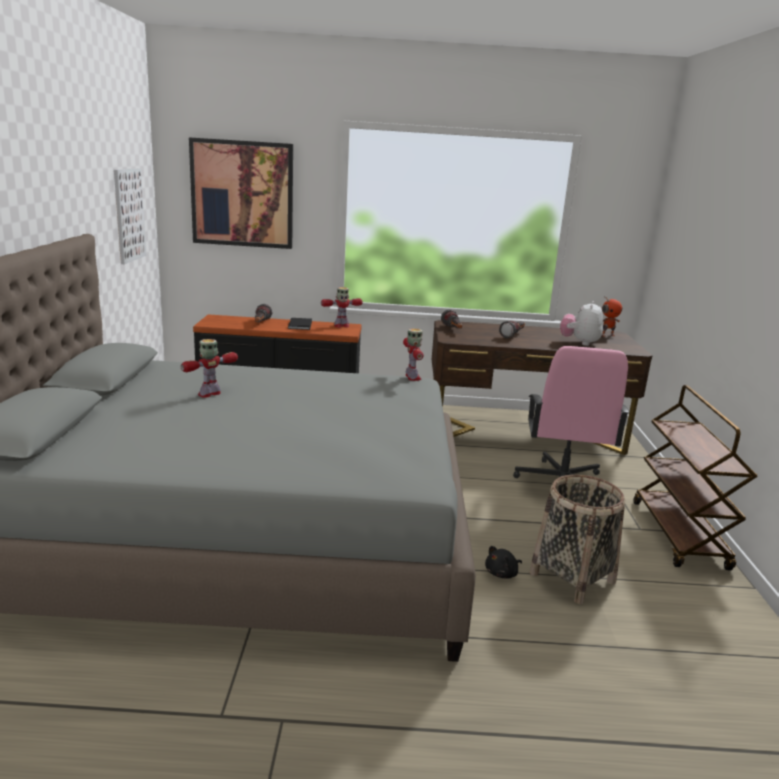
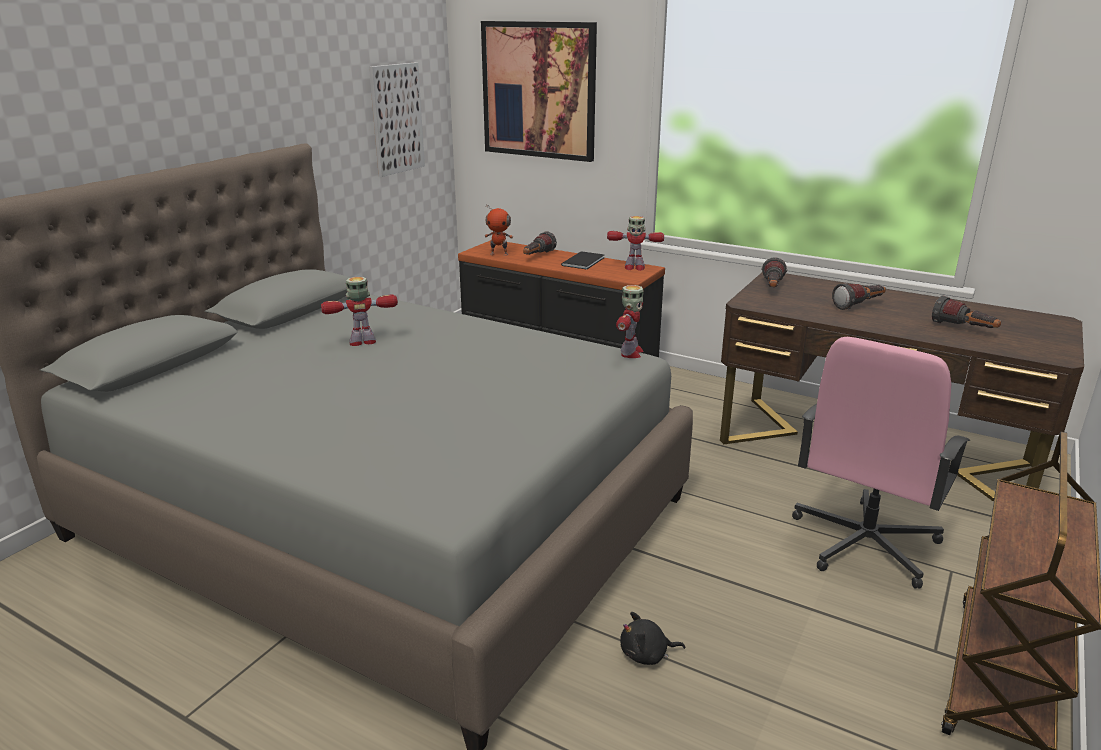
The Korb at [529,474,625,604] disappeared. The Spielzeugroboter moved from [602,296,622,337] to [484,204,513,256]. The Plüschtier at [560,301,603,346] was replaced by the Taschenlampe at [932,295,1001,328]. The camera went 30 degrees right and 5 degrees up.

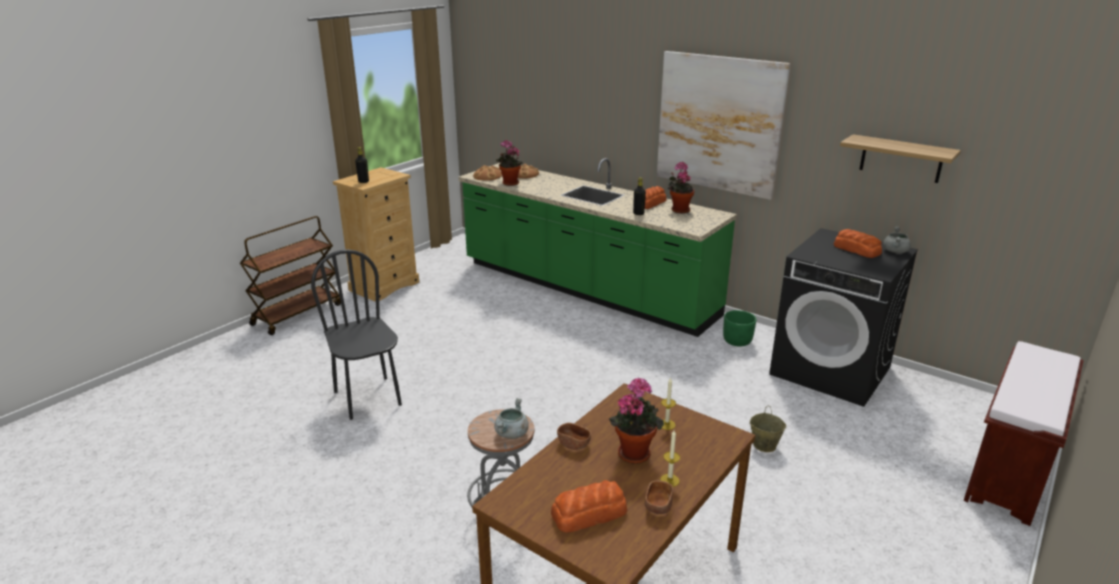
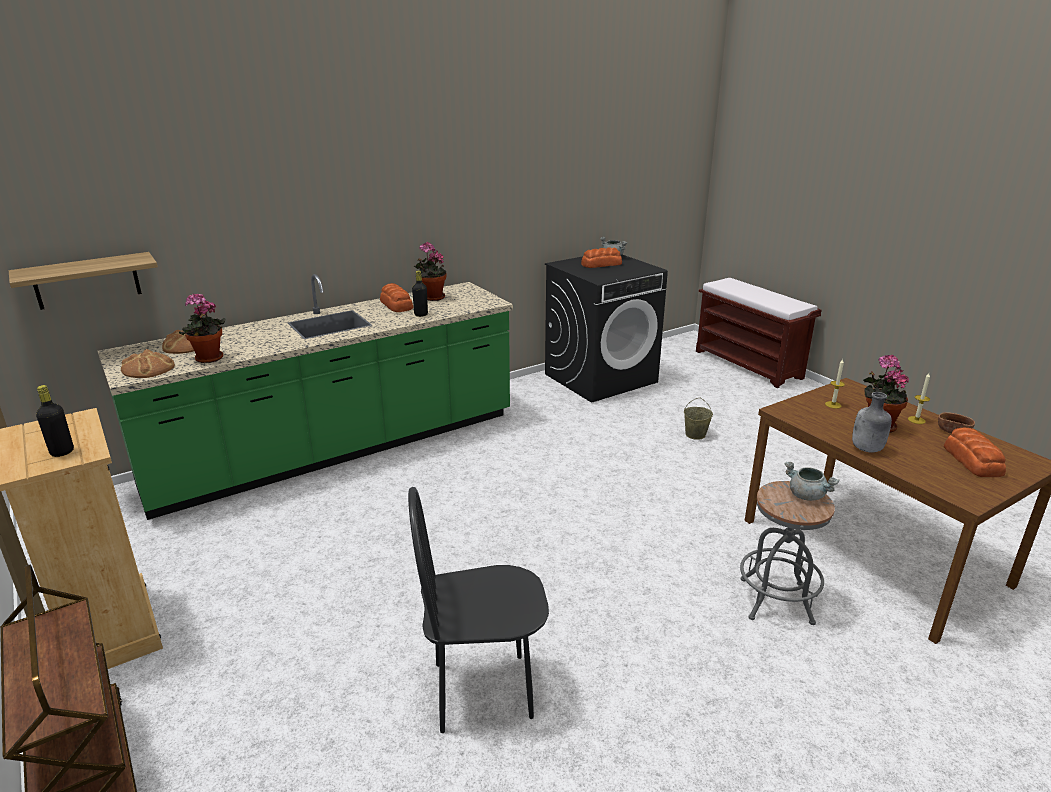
The Bild at [657,51,790,200] disappeared. The Pflanzkübel/grün at [723,310,756,347] disappeared. The Wandregal moved from [840,134,961,183] to [9,252,158,310]. The Schüssel/braun at [557,423,591,450] was replaced by the Flasche/grau at [852,392,892,452]. The camera went 70 degrees left and 0 degrees up.

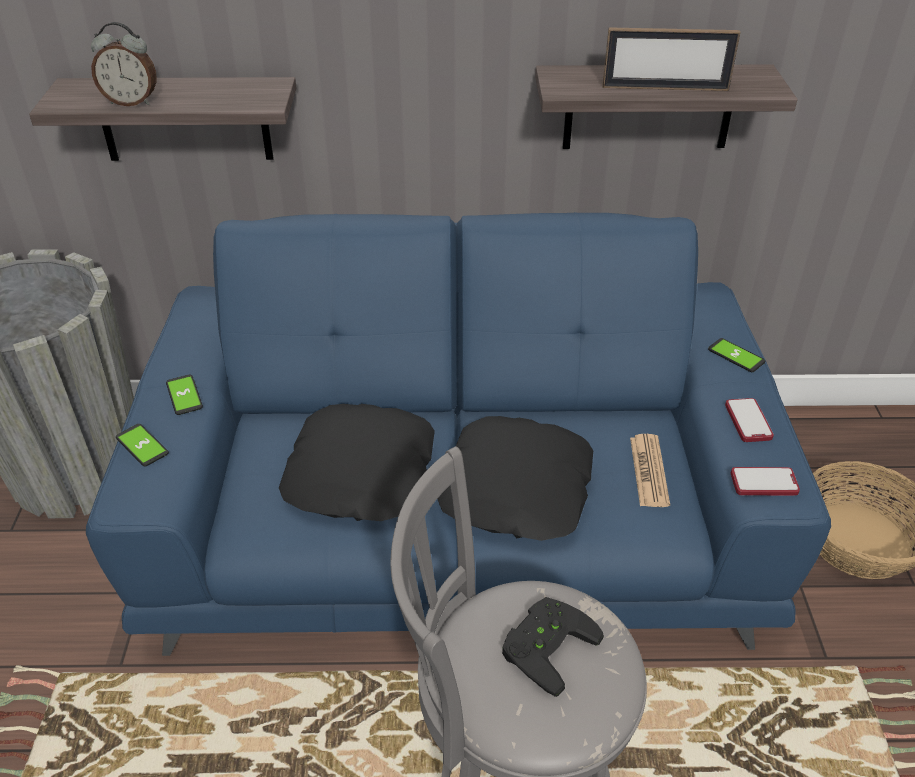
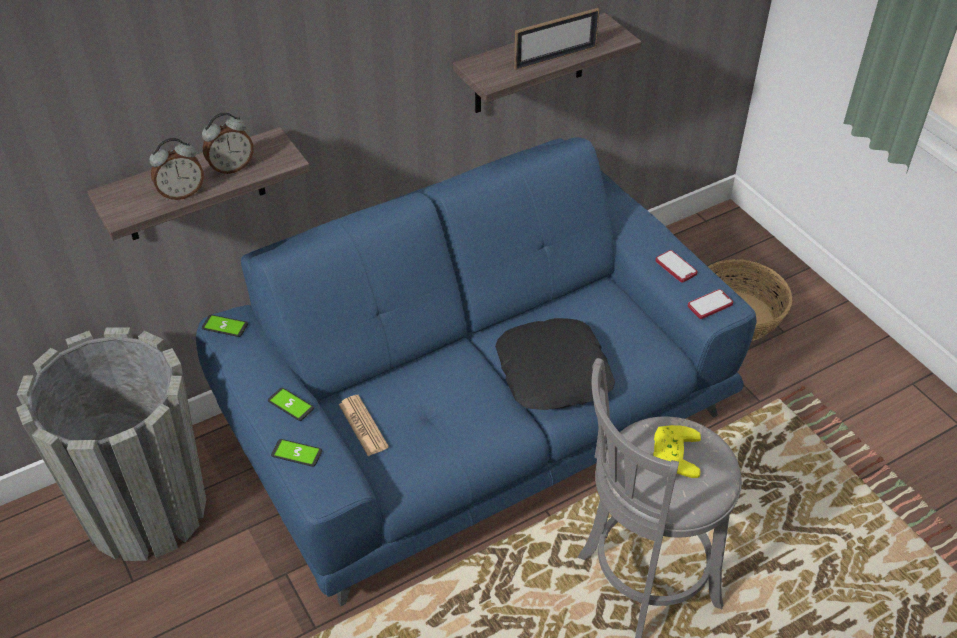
The Kissen/schwarz at [279,404,435,521] disappeared. The Wecker at [202,112,254,175] appeared. The Zeitung moved from [630,434,670,507] to [339,395,389,456]. The Handy moved from [708,338,766,372] to [202,315,248,337]. The Gamepad/schwarz at [502,597,604,697] became the Gamepad/gelb at [653,425,701,478]. The camera went 30 degrees left and 5 degrees up.

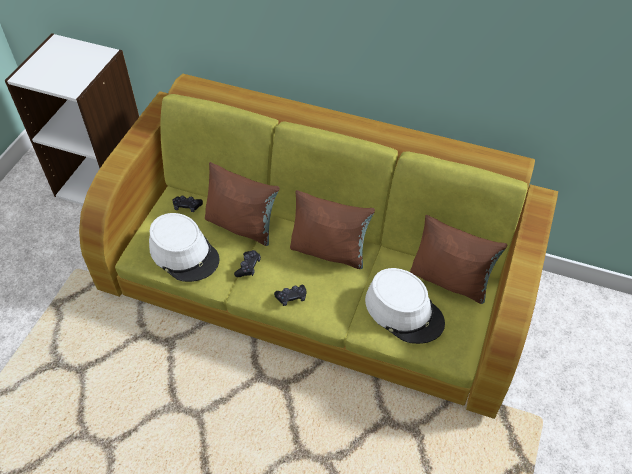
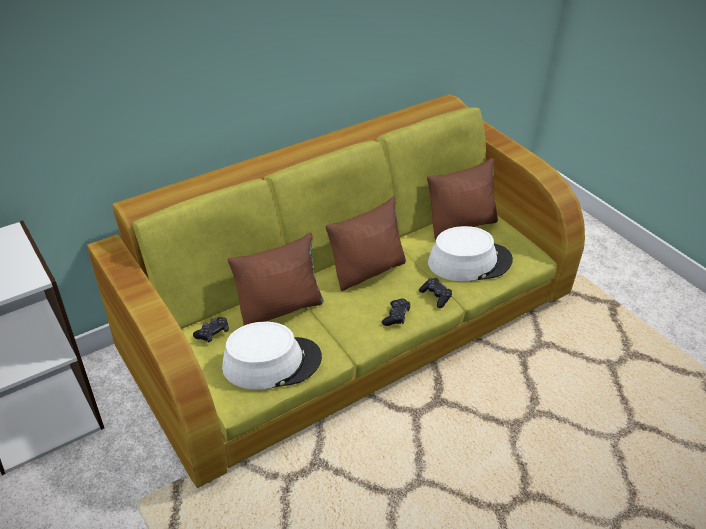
The Gamepad/schwarz moved from [234,250,261,277] to [419,278,452,308]. The camera went 55 degrees left and 10 degrees down.

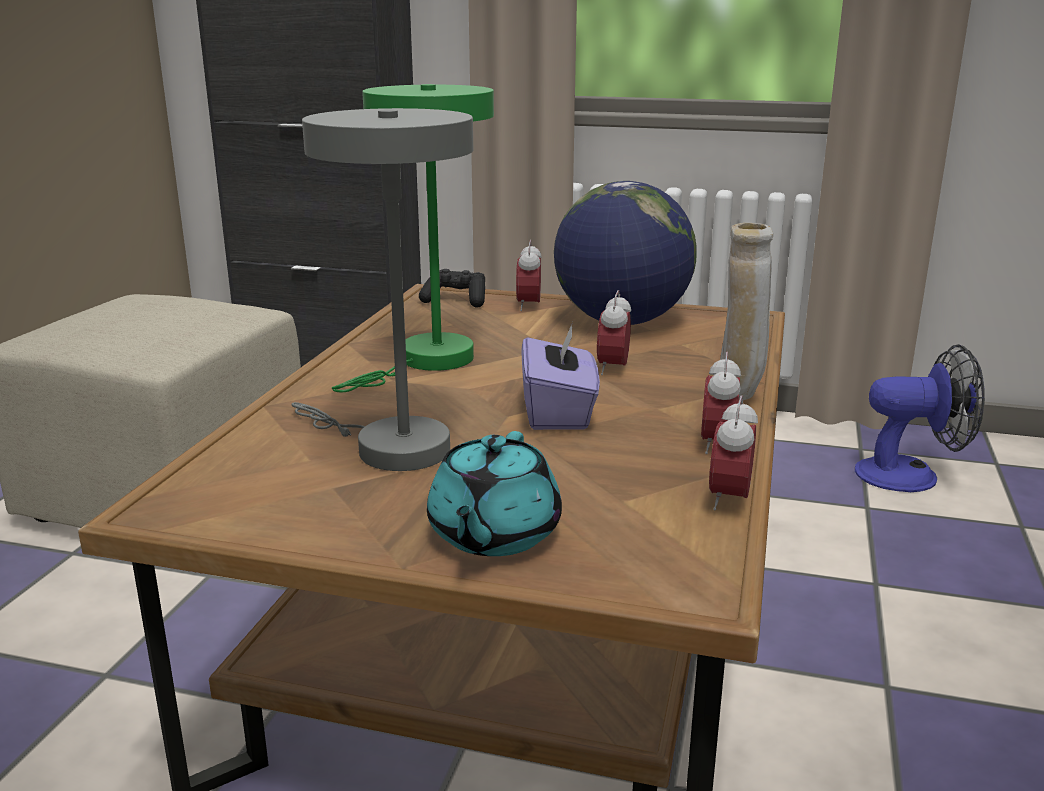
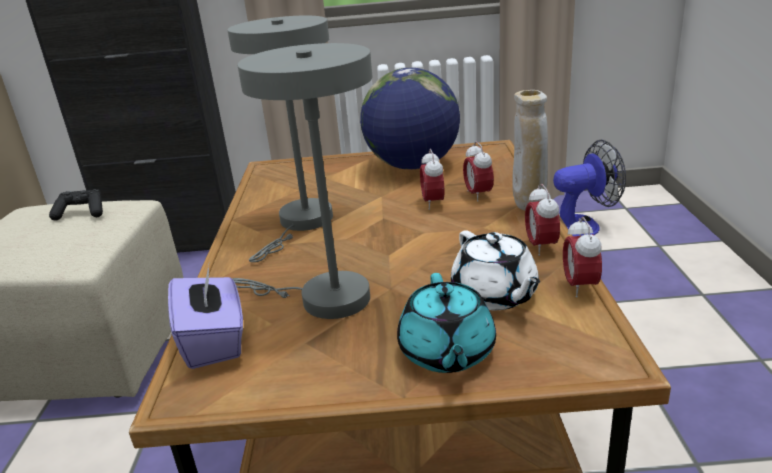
The Teekanne/weiß at [451,230,540,310] appeared. The Gamepad/schwarz moved from [419,269,485,308] to [49,189,103,221]. The Wecker moved from [516,240,542,311] to [463,141,494,202]. The Taschentuchbox/lila moved from [522,322,600,430] to [168,265,243,369]. The Tischlampe/grün at [332,84,494,392] became the Tischlampe/grau at [227,16,333,262]. The camera went 15 degrees left and 5 degrees up.

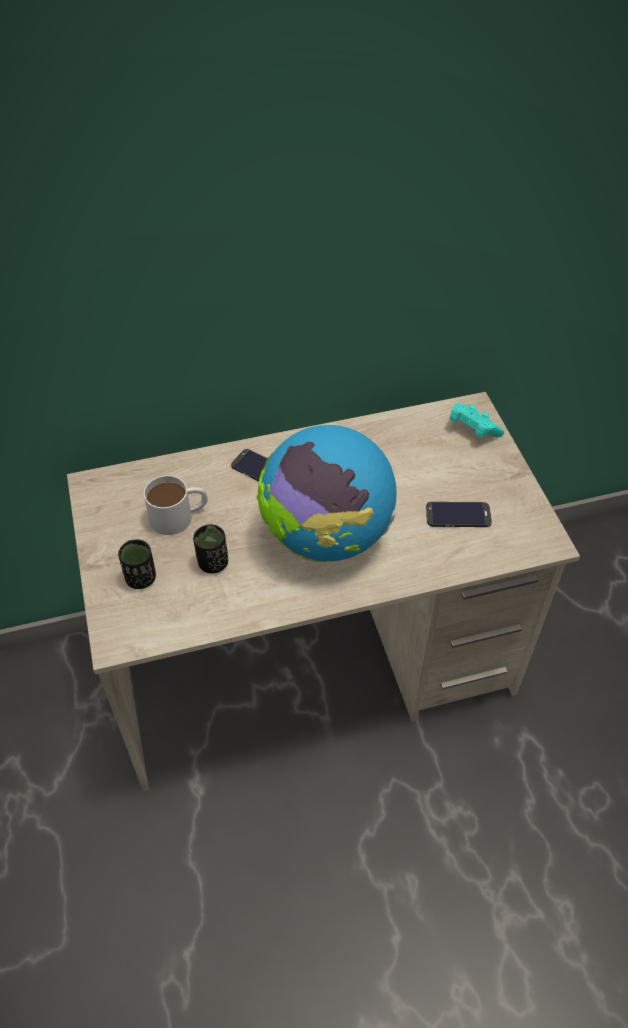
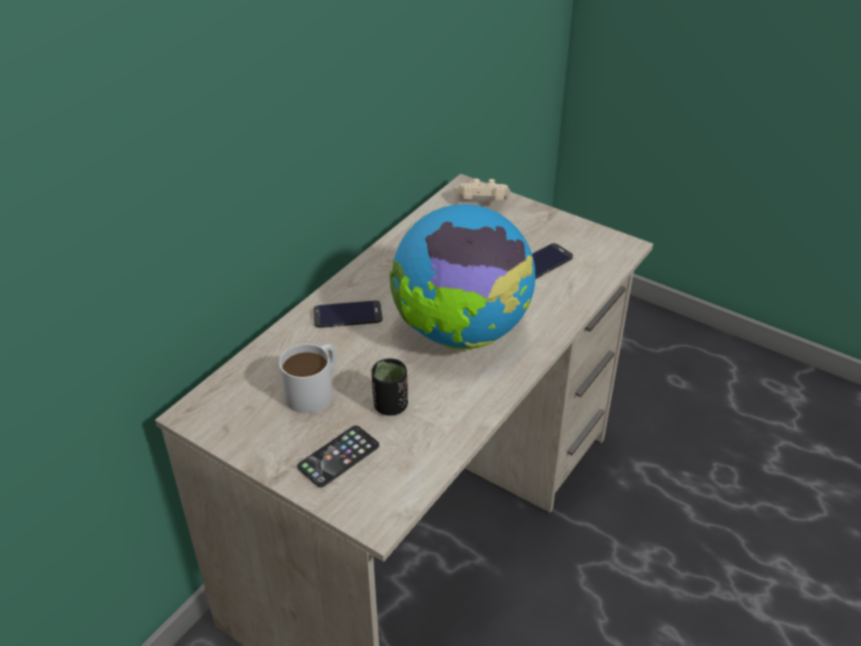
The Tasse/schwarz at [118,539,156,589] was replaced by the Handy at [297,426,379,487]. The Gamepad/türkis at [449,404,504,438] became the Gamepad/beige at [456,178,511,200]. The camera went 40 degrees left and 10 degrees down.

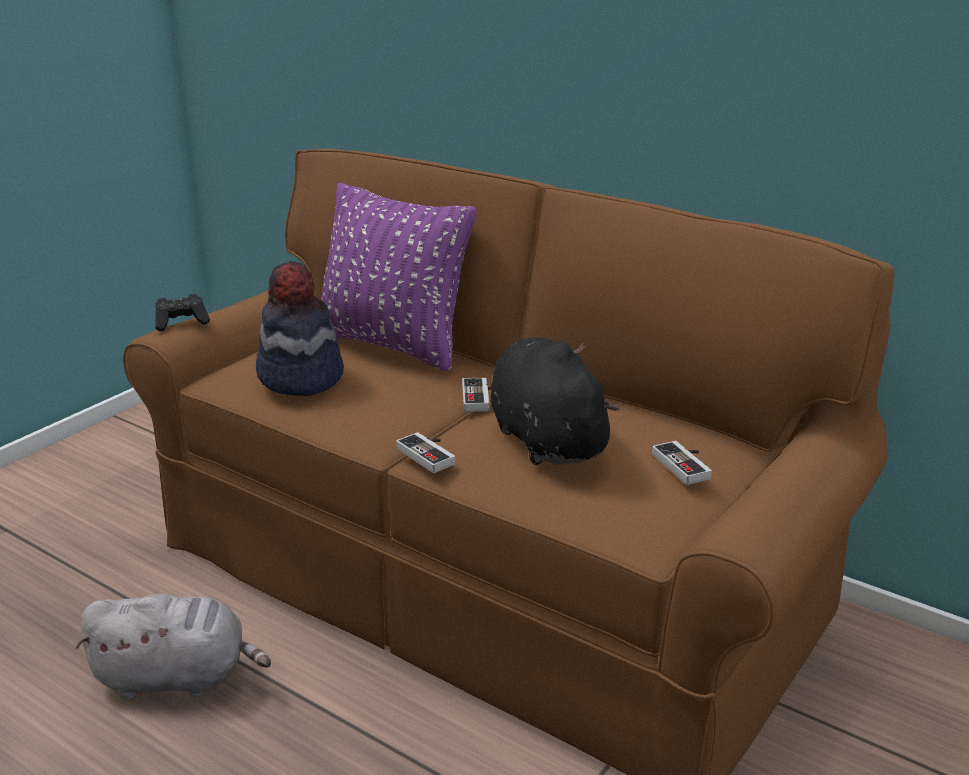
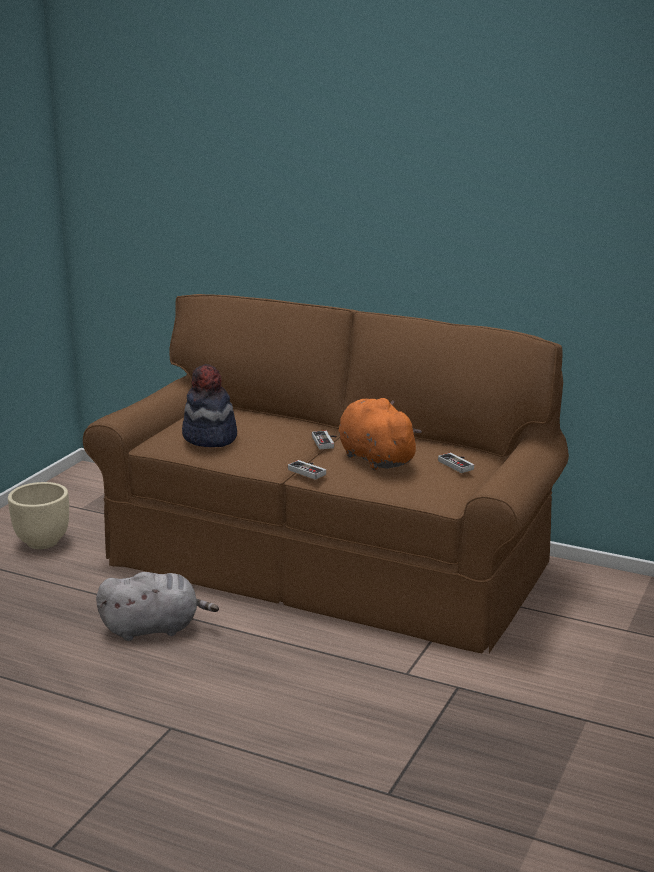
The Gamepad/schwarz at [155,294,210,331] disappeared. The Kissen/lila at [322,183,476,371] disappeared. The Pflanzkübel/beige at [8,482,69,549] appeared. The Plüschtier/schwarz at [491,337,620,465] became the Plüschtier/orange at [339,398,422,470]. The camera went 10 degrees left and 5 degrees down.

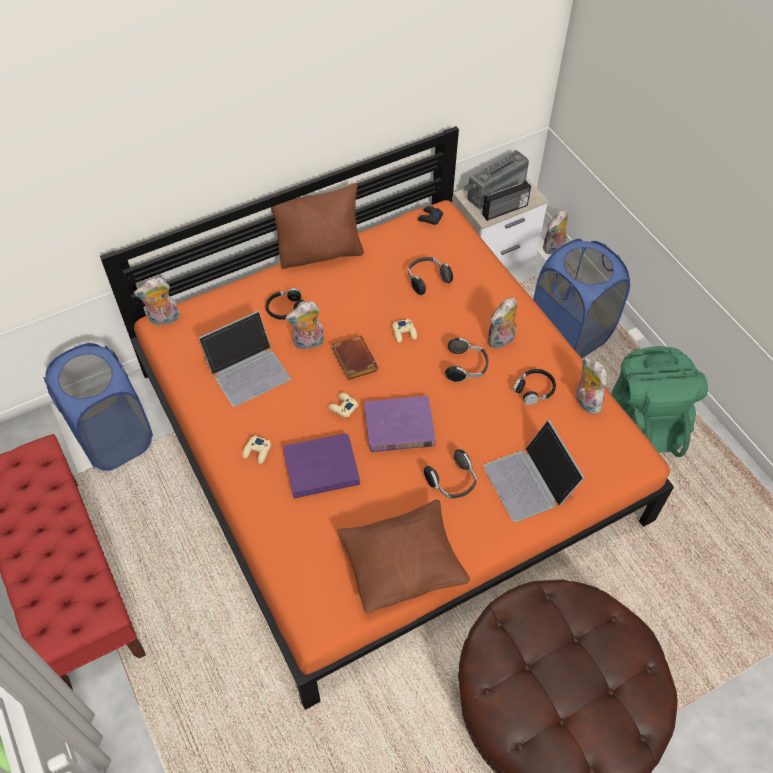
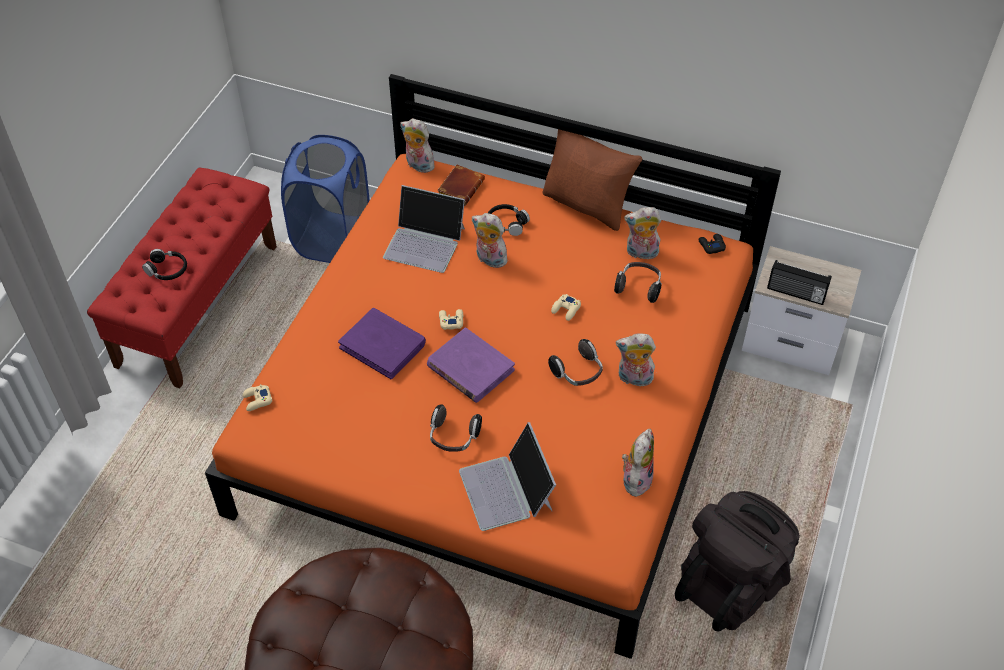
The Kissen/braun at [337,500,470,614] disappeared. The Radio at [464,150,529,209] disappeared. The Wäschekorb/blau at [533,239,630,358] disappeared. The Gamepad/beige moved from [242,435,271,464] to [243,384,272,411]. The Buch/braun moved from [332,335,378,380] to [437,164,485,206]. The Kopfhörer/schwarz moved from [513,369,556,405] to [142,249,187,280]. The Plüschtier moved from [543,210,568,254] to [624,207,661,260]. The Rucksack/grün at [611,346,708,457] became the Rucksack/schwarz at [675,491,800,631]. The Laptop at [483,420,585,522] turned 45 degrees counterclockwise. The camera went 50 degrees right and 5 degrees down.

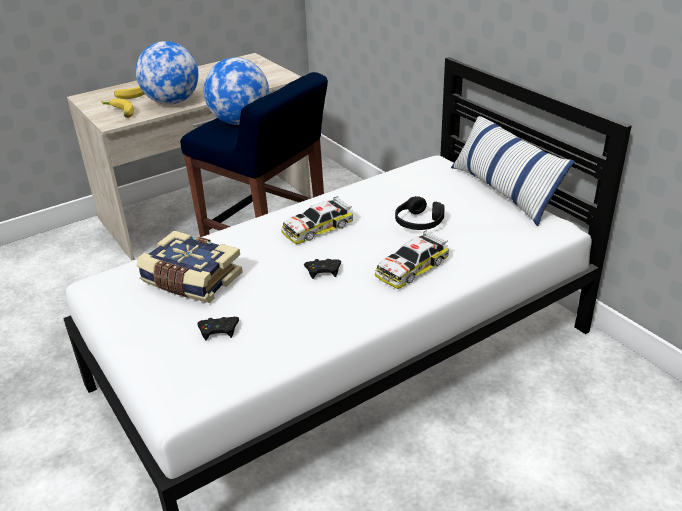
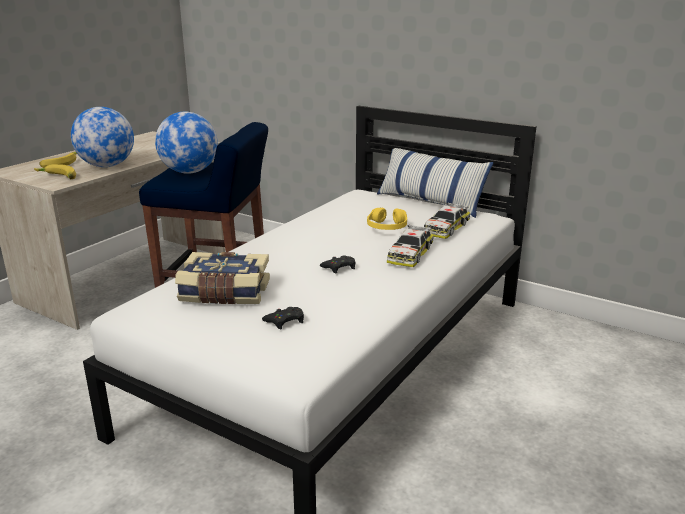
The Spielzeugauto moved from [281,196,353,244] to [424,202,470,239]. The Kopfhörer/schwarz at [395,196,445,230] became the Kopfhörer/gelb at [367,208,407,230]. The camera went 25 degrees left and 10 degrees down.

